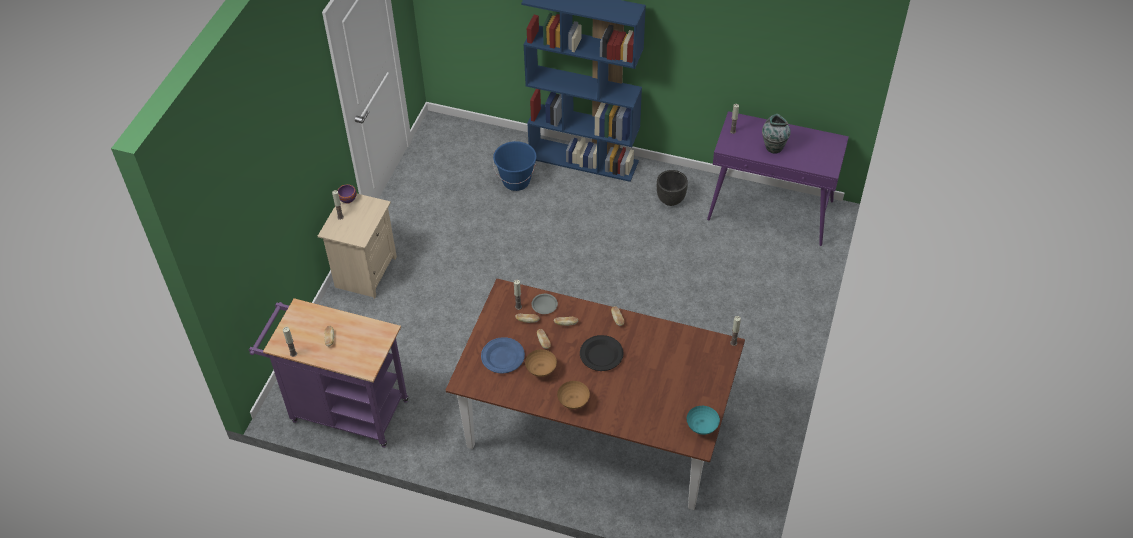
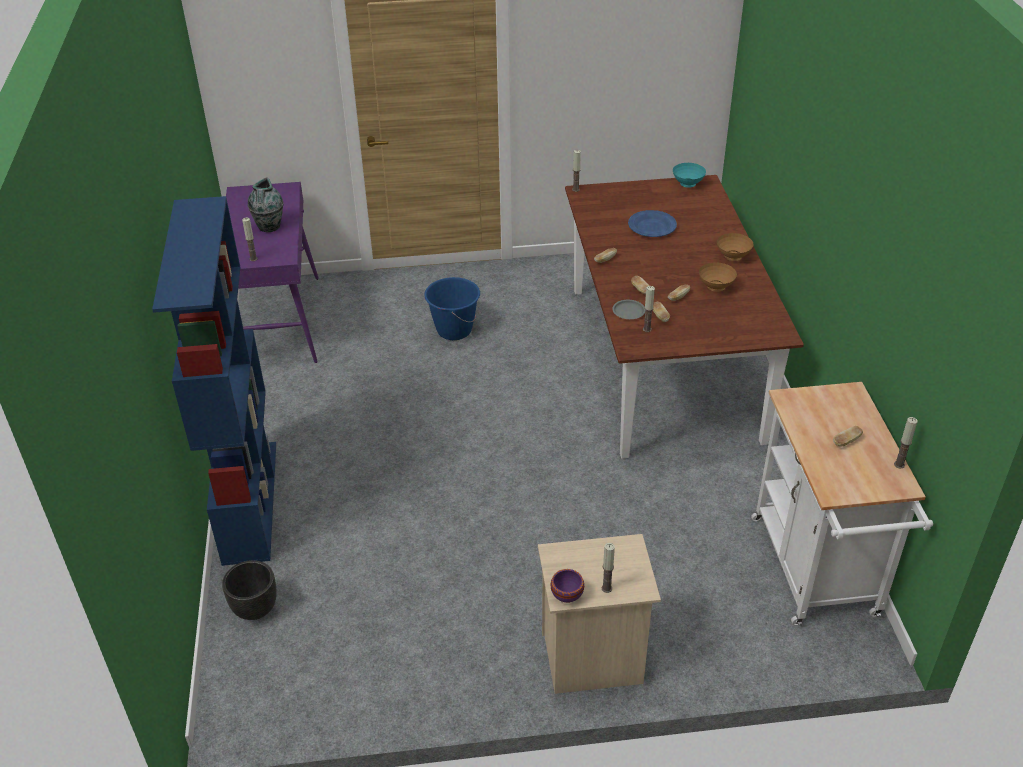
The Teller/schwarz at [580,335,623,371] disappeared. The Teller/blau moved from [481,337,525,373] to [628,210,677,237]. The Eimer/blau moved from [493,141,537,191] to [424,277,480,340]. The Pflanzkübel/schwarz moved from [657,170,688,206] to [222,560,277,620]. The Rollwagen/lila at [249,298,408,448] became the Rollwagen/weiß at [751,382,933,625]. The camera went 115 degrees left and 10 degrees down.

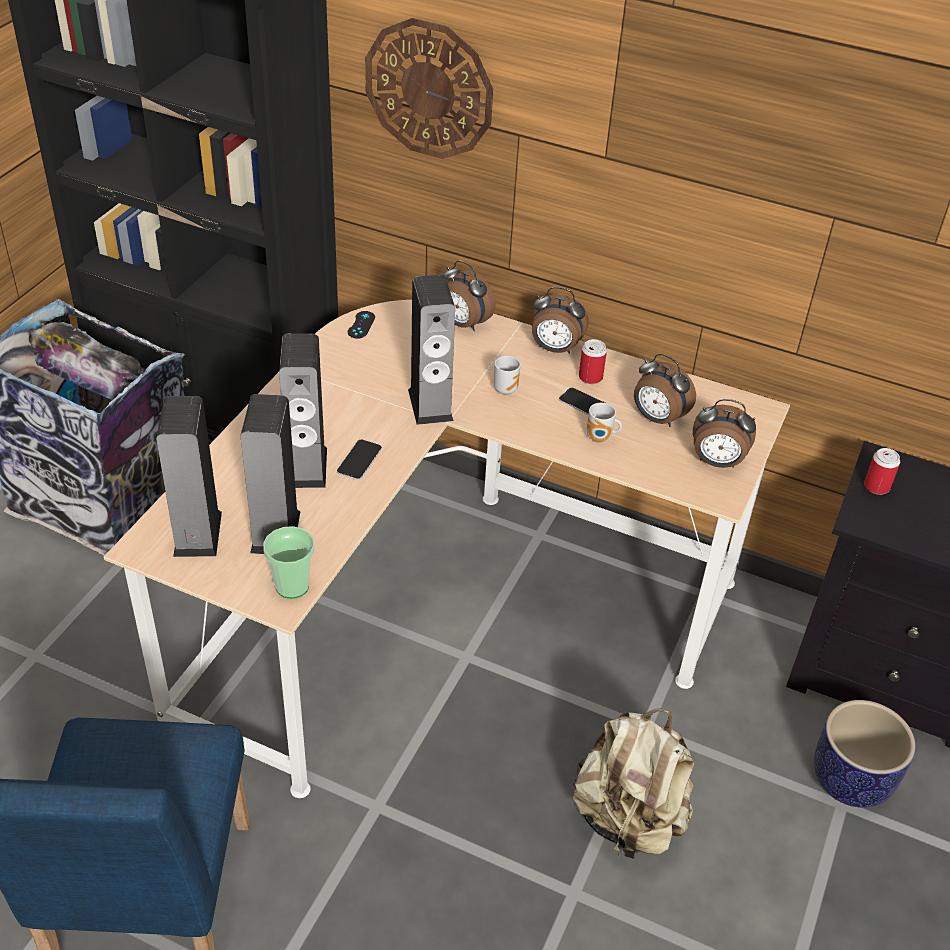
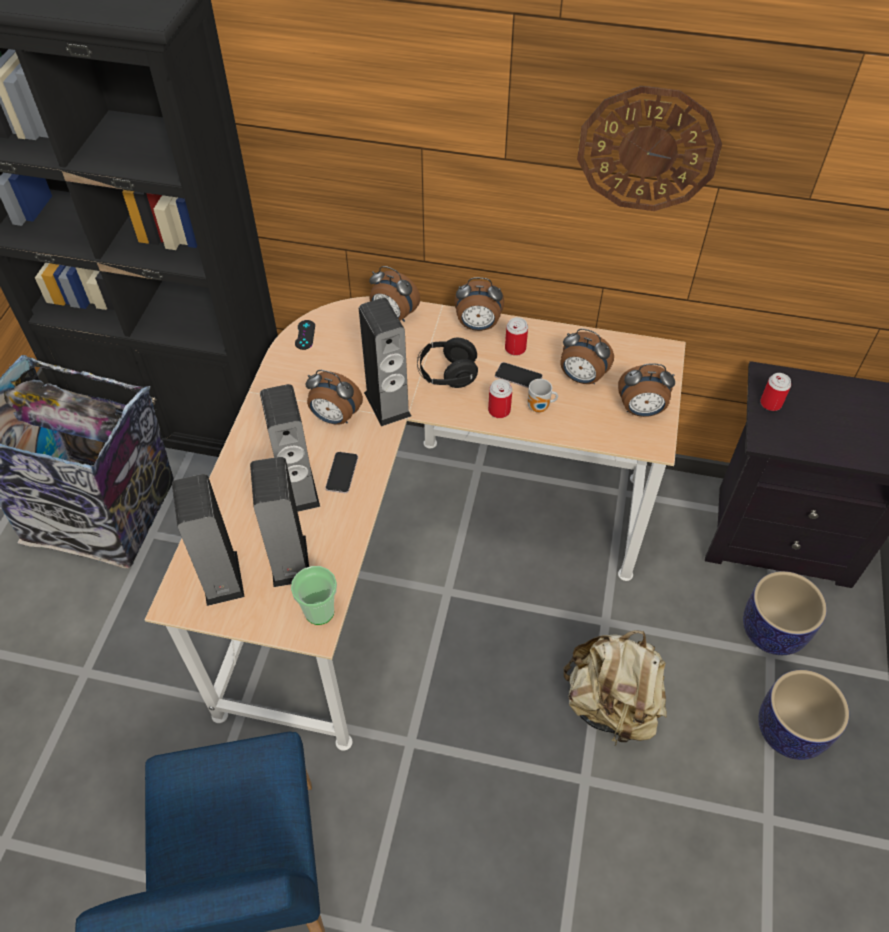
The Wecker at [306,370,363,425] appeared. The Dose at [488,379,512,418] appeared. The Pflanzkübel at [758,670,849,760] appeared. The Wanduhr moved from [365,18,493,159] to [577,86,722,211]. The Henkelbecher at [494,356,521,395] was replaced by the Kopfhörer/schwarz at [417,338,478,388]. The camera went 10 degrees left and 10 degrees up.

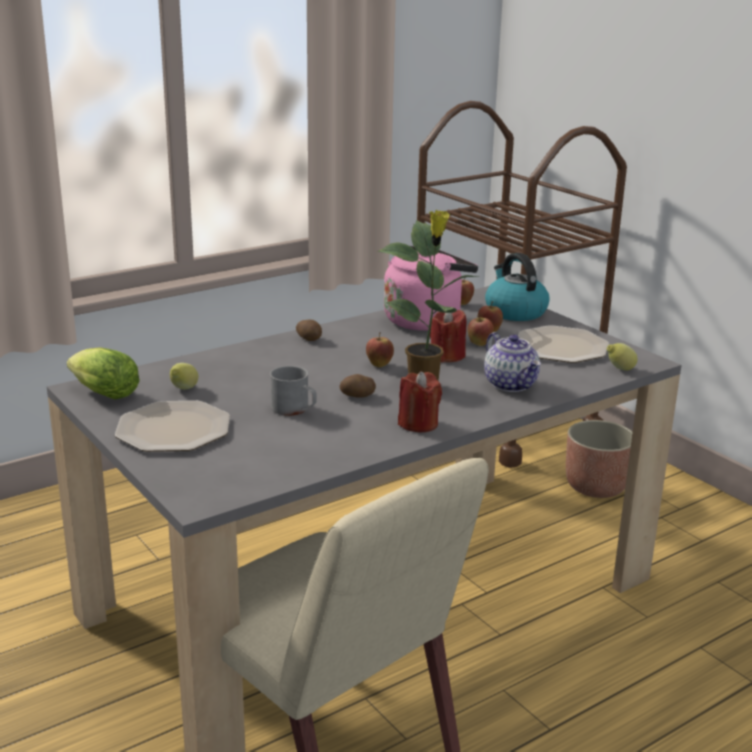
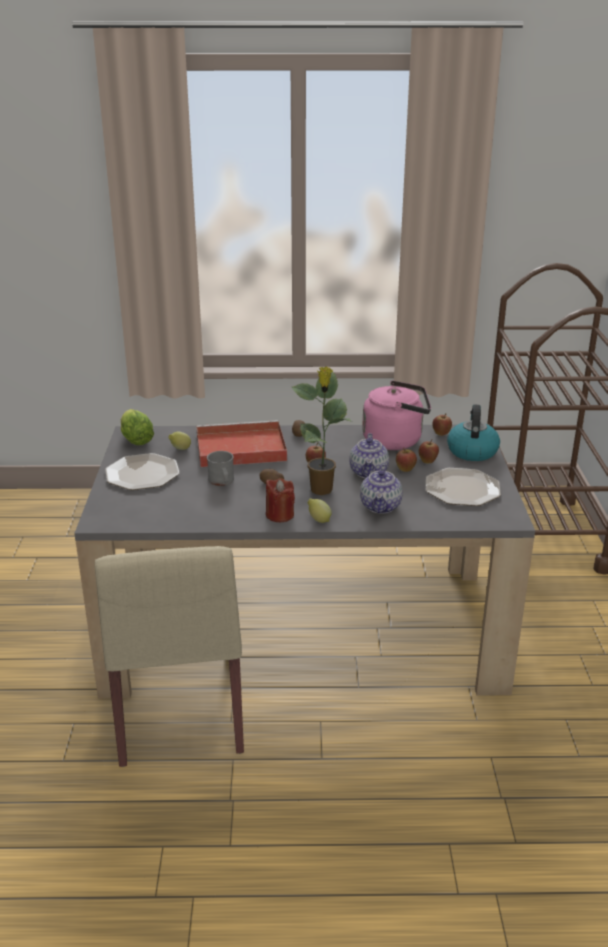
The Pflanzkübel at [566,420,633,498] disappeared. The Tablett/rot at [196,420,287,467] appeared. The Zitrone moved from [607,343,637,370] to [308,498,332,523]. The Kerze/rot at [430,310,467,363] was replaced by the Teekanne at [349,433,389,478]. The camera went 35 degrees right and 5 degrees up.

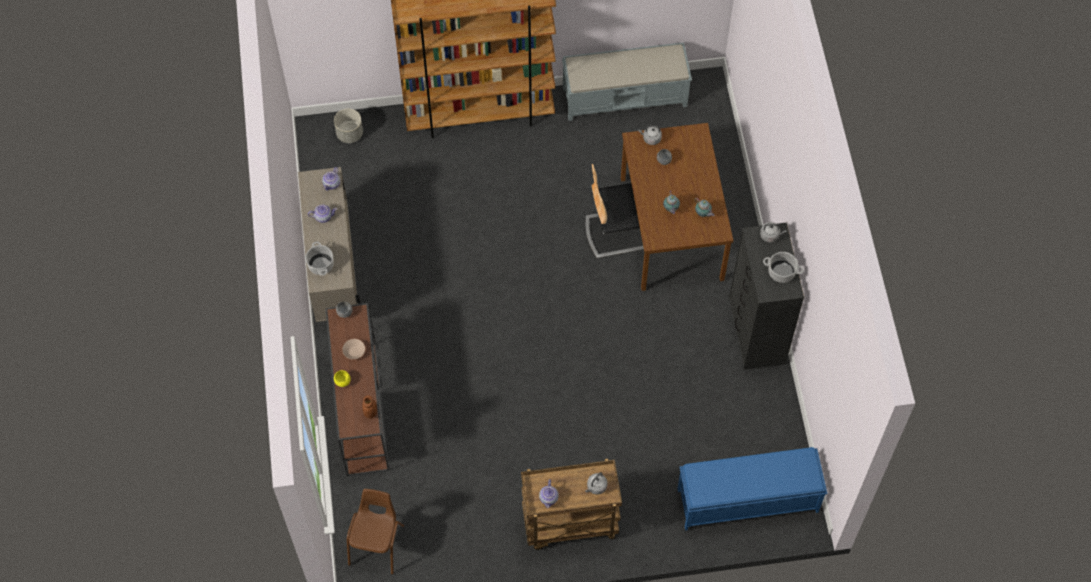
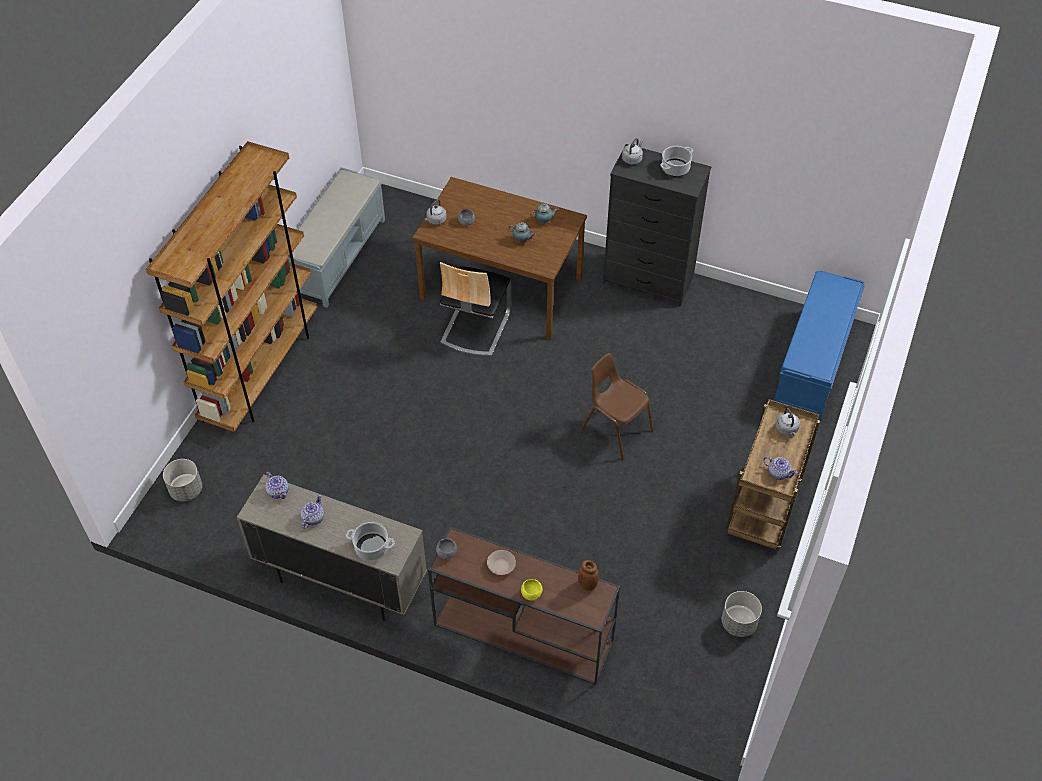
The Pflanzkübel/grau at [722,591,762,637] appeared. The Stuhl/braun moved from [347,489,404,574] to [581,353,653,460]. The camera went 60 degrees left and 10 degrees down.

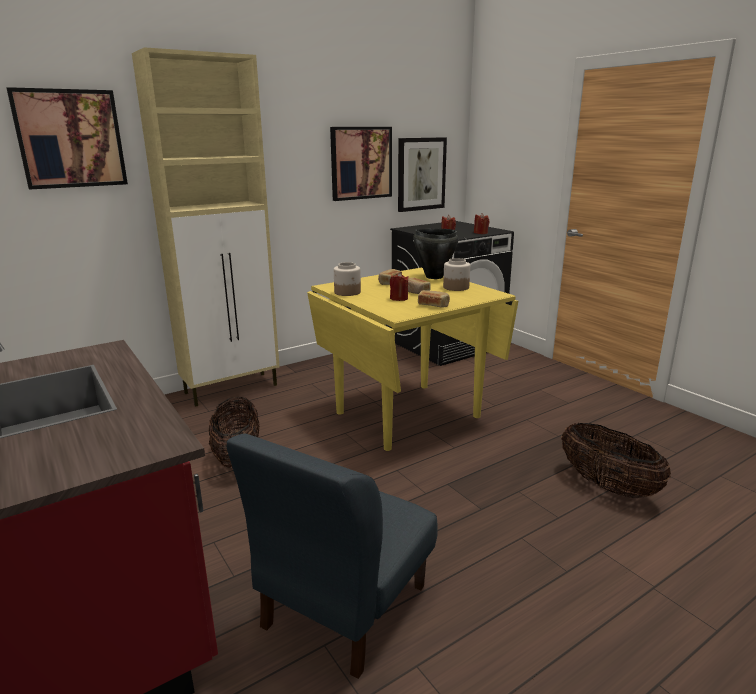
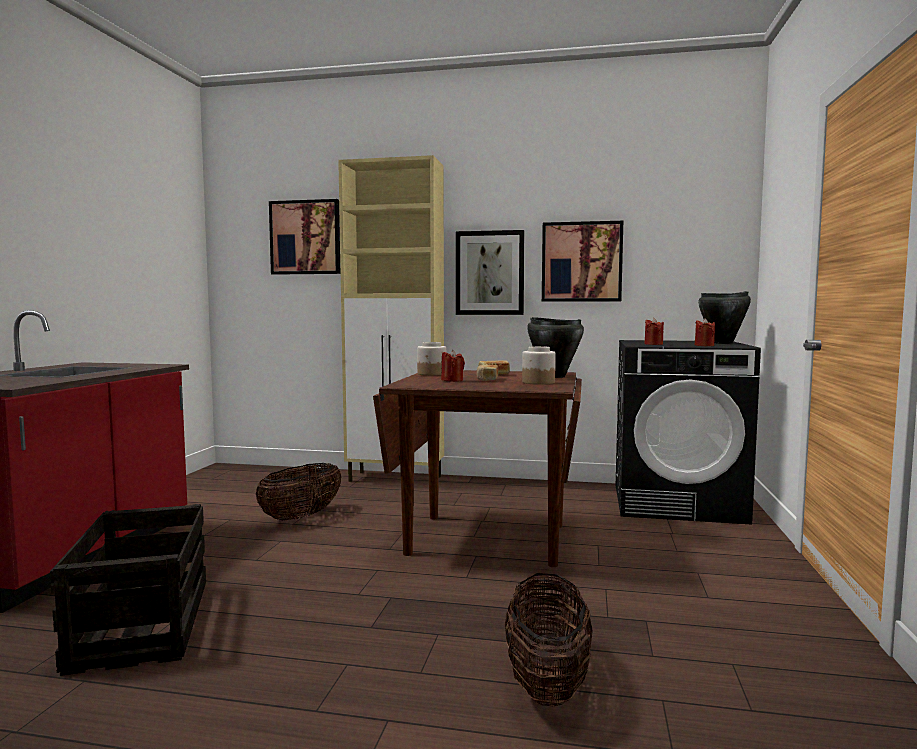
The Brot at [418,290,450,307] disappeared. The Kochtopf/schwarz at [698,291,751,344] appeared. The Bild moved from [398,137,447,212] to [456,230,524,315]. The Stuhl/blau at [226,433,438,679] was replaced by the Kiste at [50,504,206,676]. The Esstisch/gelb at [307,268,518,451] became the Esstisch/braun at [373,370,582,567]. The camera went 45 degrees right and 15 degrees down.

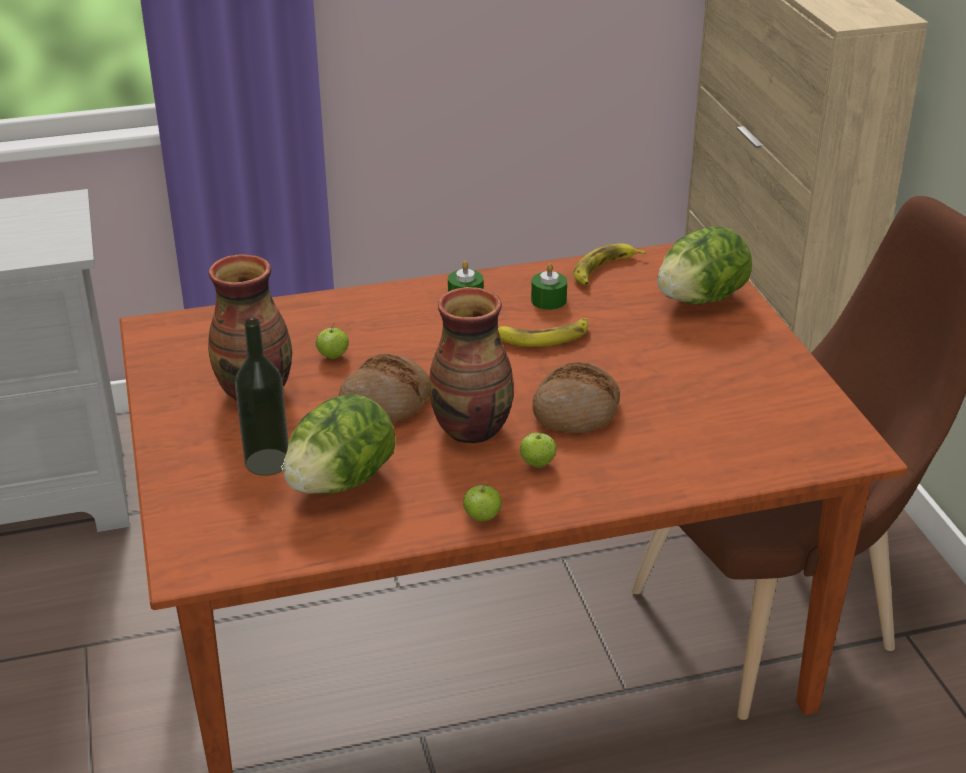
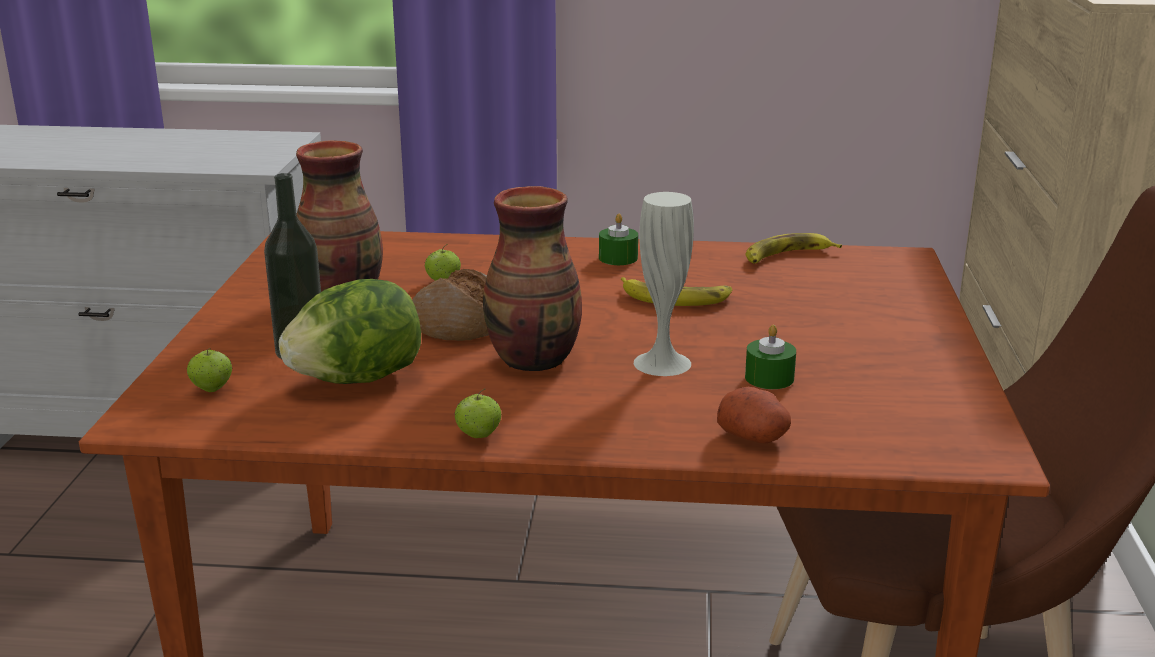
The Salatkopf at [657,226,752,305] disappeared. The Kartoffel at [717,387,791,444] appeared. The Apfel moved from [520,433,557,468] to [187,348,232,392]. The Kerze/grün moved from [531,263,567,310] to [745,325,796,389]. The Brot at [533,362,620,434] was replaced by the Vase/weiß at [634,192,694,376]. The camera went 20 degrees right and 10 degrees down.

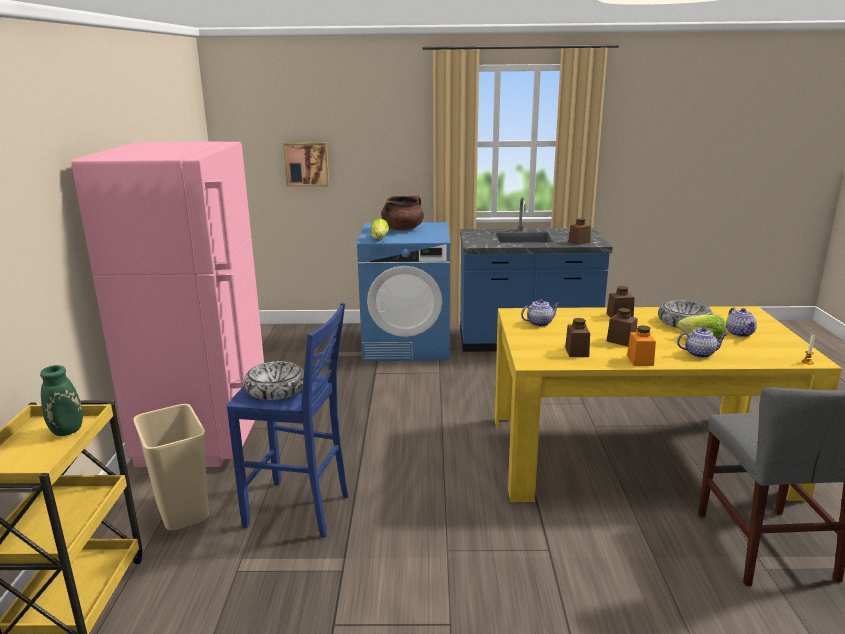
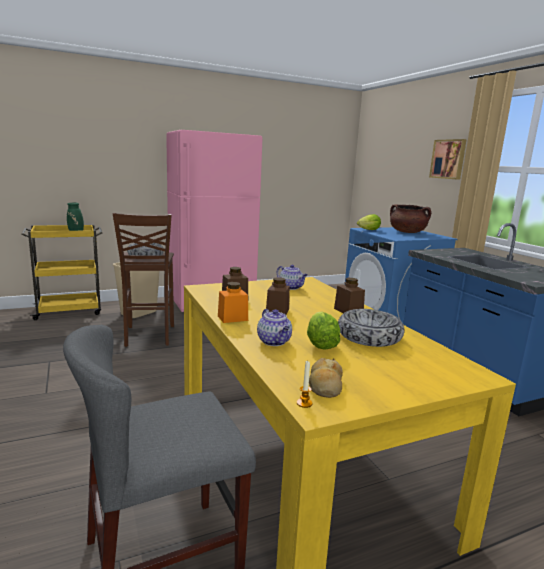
The Vorratsglas/braun at [569,218,591,245] disappeared. The Teekanne at [726,307,757,337] disappeared. The Brot at [309,358,343,398] appeared. The Bild moved from [283,143,329,187] to [429,139,467,180]. The Hocker/blau at [227,302,349,538] became the Hocker/braun at [113,213,174,347]. The camera went 65 degrees right and 5 degrees down.

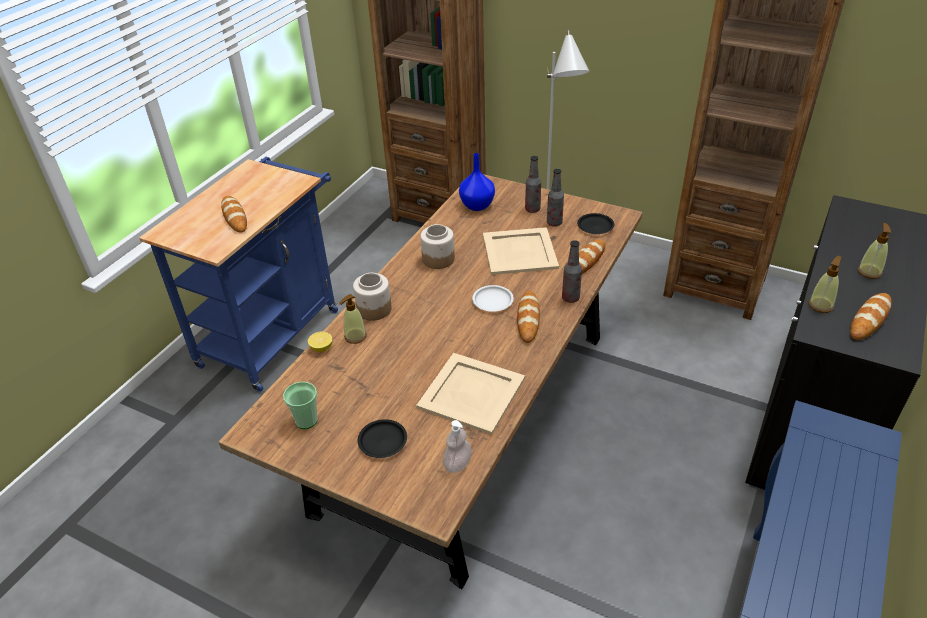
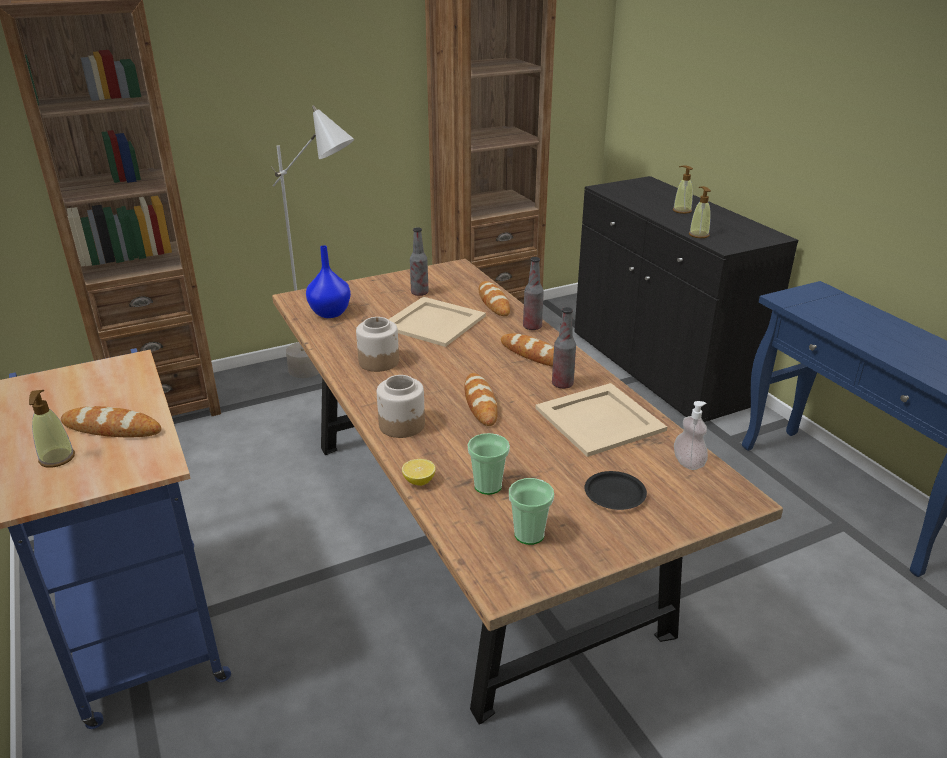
The Teller/weiß at [472,285,514,312] disappeared. The Teller/schwarz at [577,213,614,234] disappeared. The Tasse at [468,433,510,495] appeared. The Seifenspender moved from [339,294,367,344] to [29,390,75,468]. The Flasche moved from [525,156,541,213] to [552,307,576,389]. The Brot moved from [850,293,892,340] to [464,373,498,426]. The camera went 55 degrees left and 10 degrees down.

